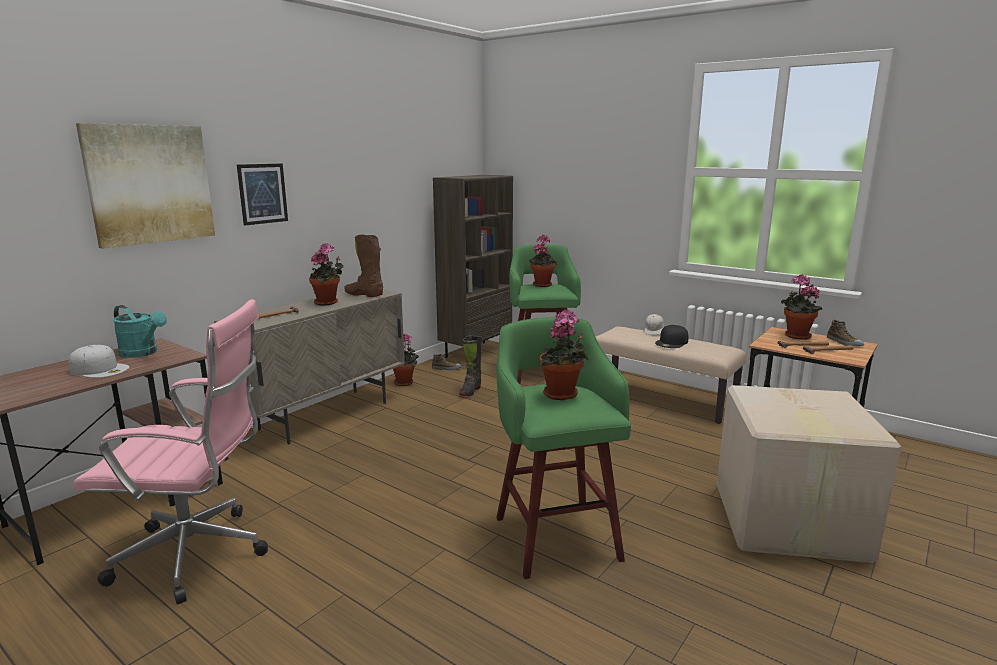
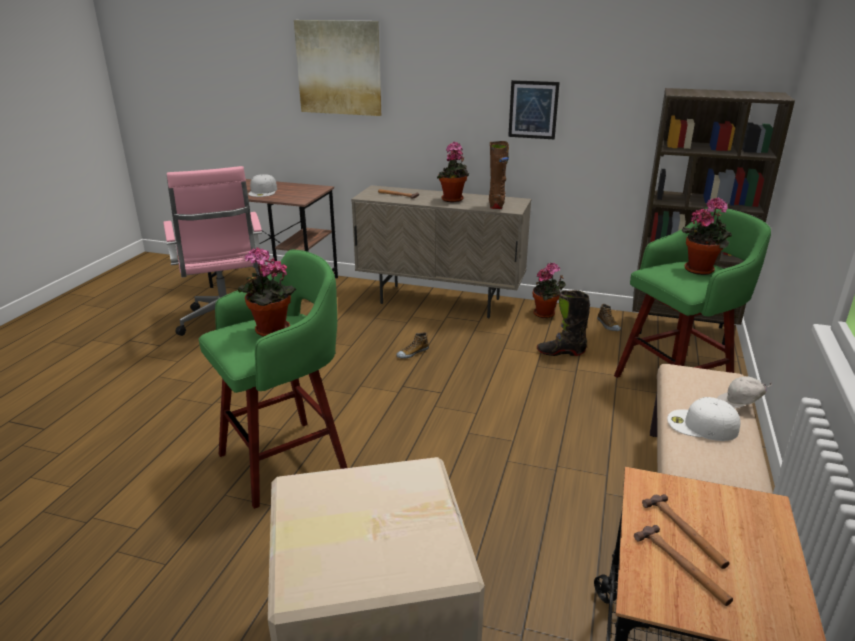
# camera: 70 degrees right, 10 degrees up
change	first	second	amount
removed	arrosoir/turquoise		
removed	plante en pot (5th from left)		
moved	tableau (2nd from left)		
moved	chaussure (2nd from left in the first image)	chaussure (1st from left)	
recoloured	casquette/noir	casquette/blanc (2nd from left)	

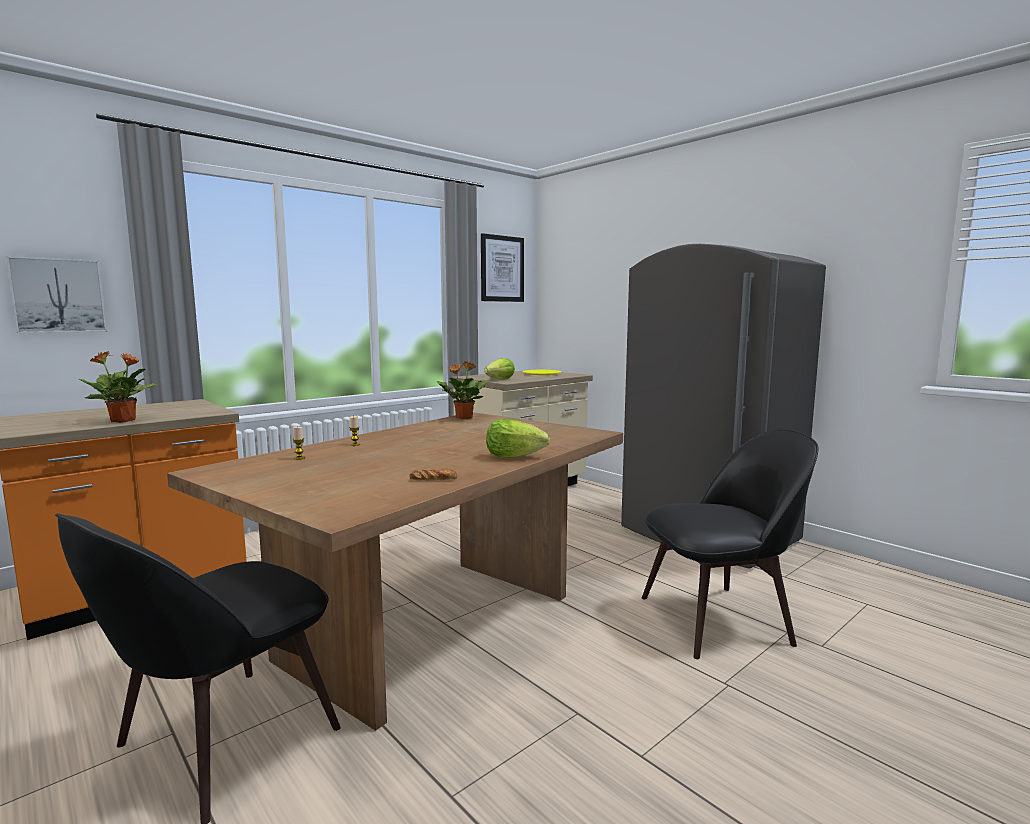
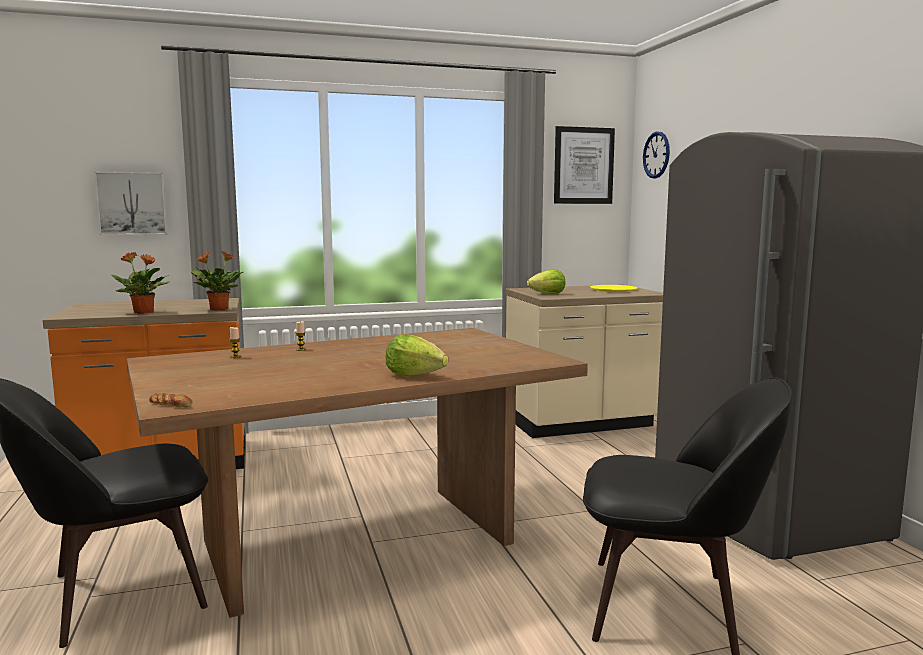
# camera: 25 degrees right, 0 degrees up
change	first	second	amount
added		horloge murale	
moved	pain		
moved	plante en pot (2nd from left)		

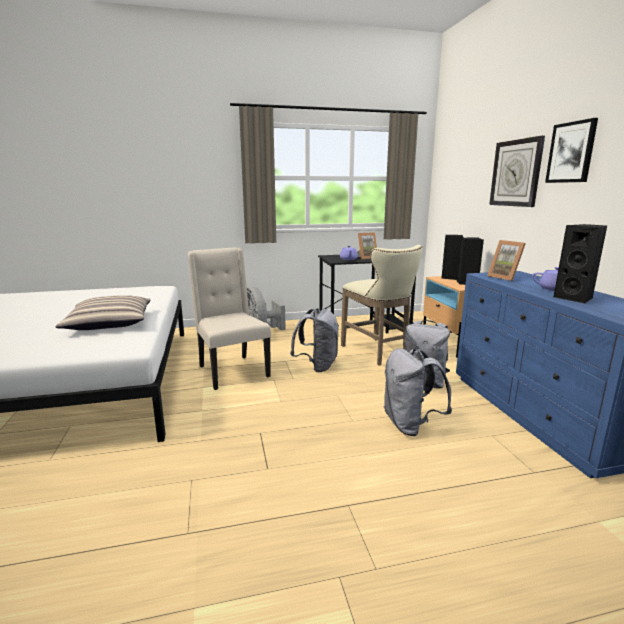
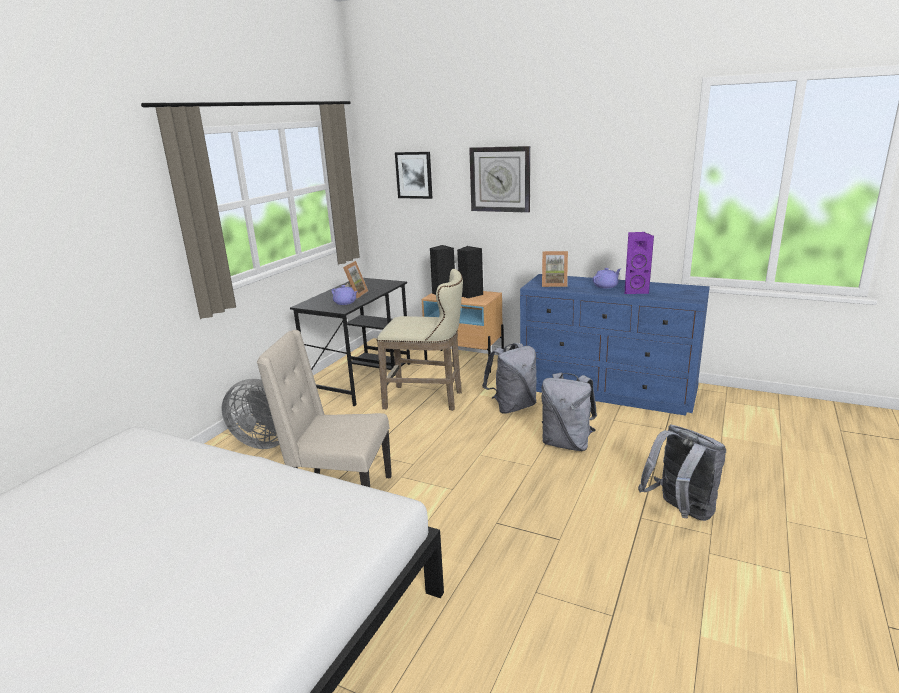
# camera: 50 degrees left, 5 degrees up
change	first	second	amount
removed	coussin		
moved	sac à dos/gris (1st from left in the first image)	sac à dos/gris (3rd from left)	
moved	tableau		
recoloured	enceinte/noir (3rd from left)	enceinte/violet	

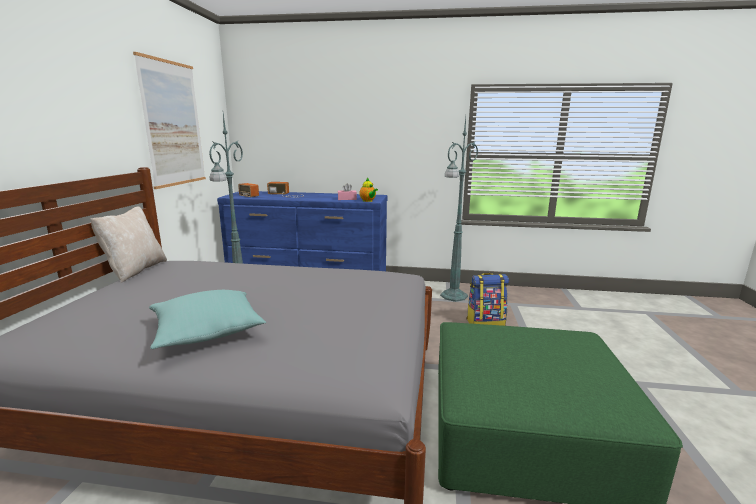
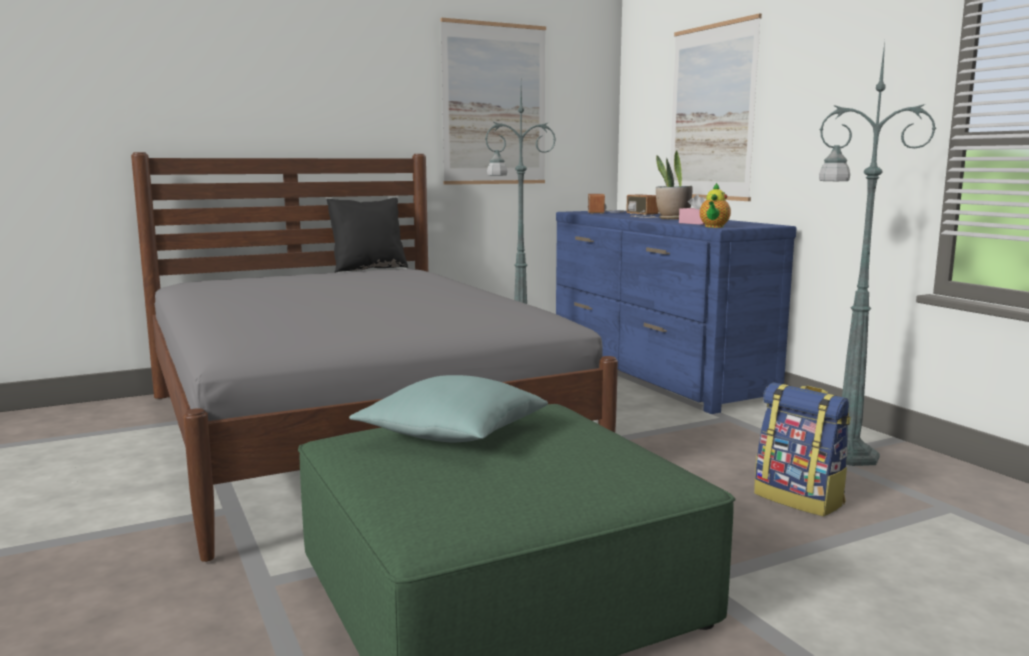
# camera: 55 degrees right, 5 degrees down
change	first	second	amount
added		plante en pot	
added		tableau (2nd from left)	
moved	coussin/turquoise		
recoloured	coussin/beige	coussin/noir	

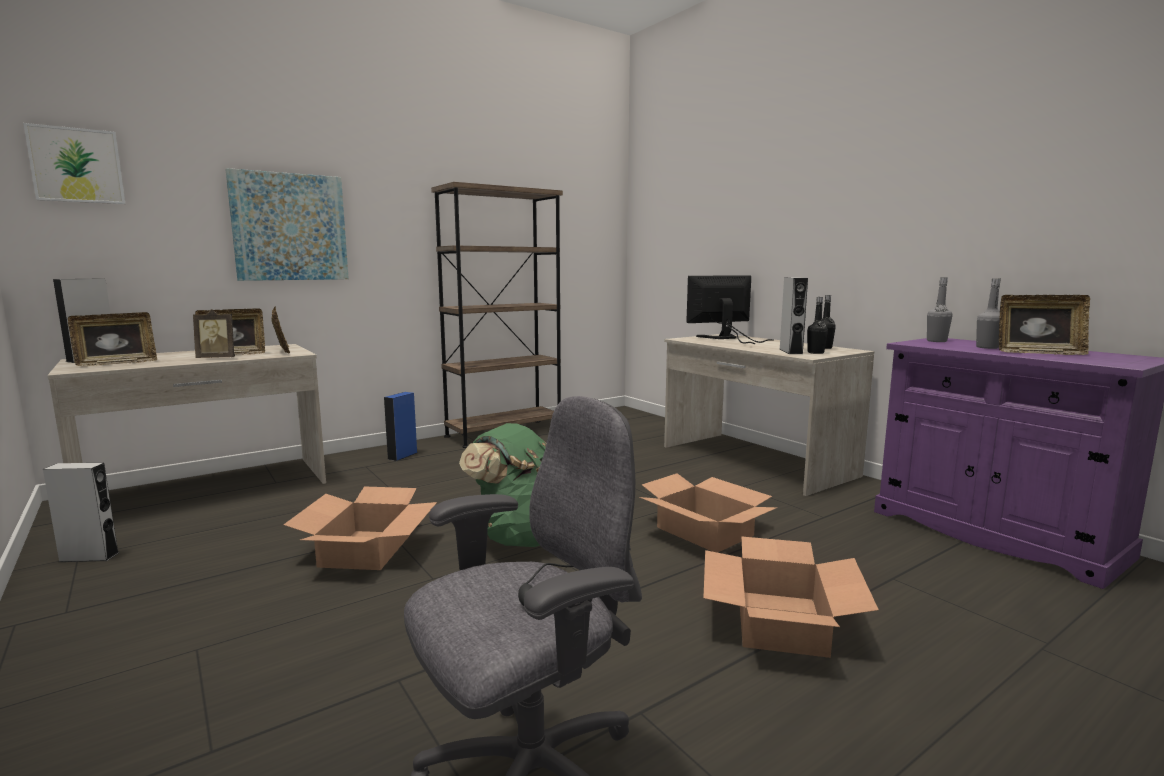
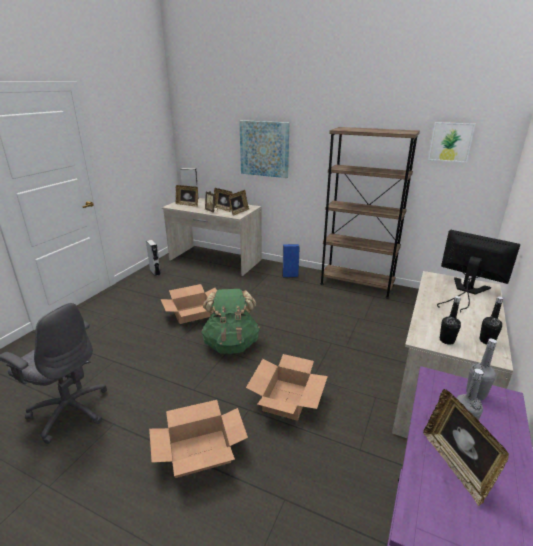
# camera: 60 degrees right, 15 degrees up
change	first	second	amount
removed	enceinte/gris (3rd from left)		
moved	tableau (1st from left in the first image)	tableau (2nd from left)	

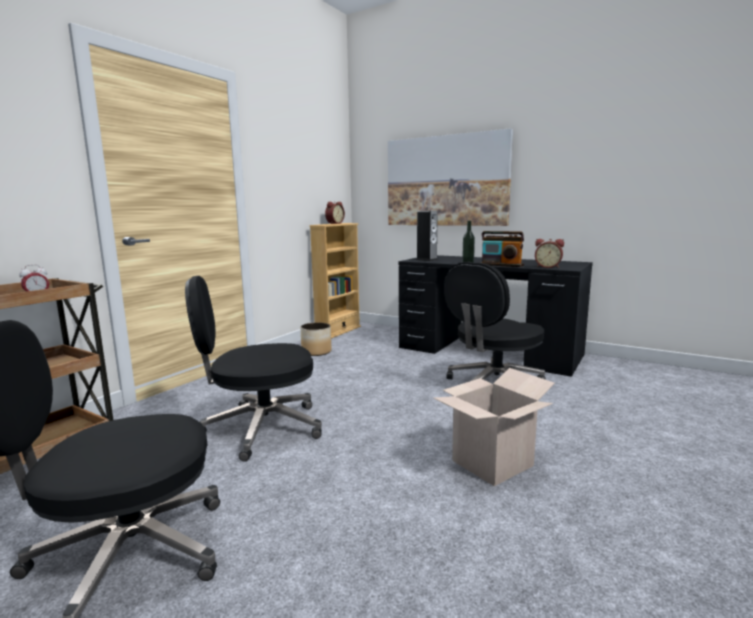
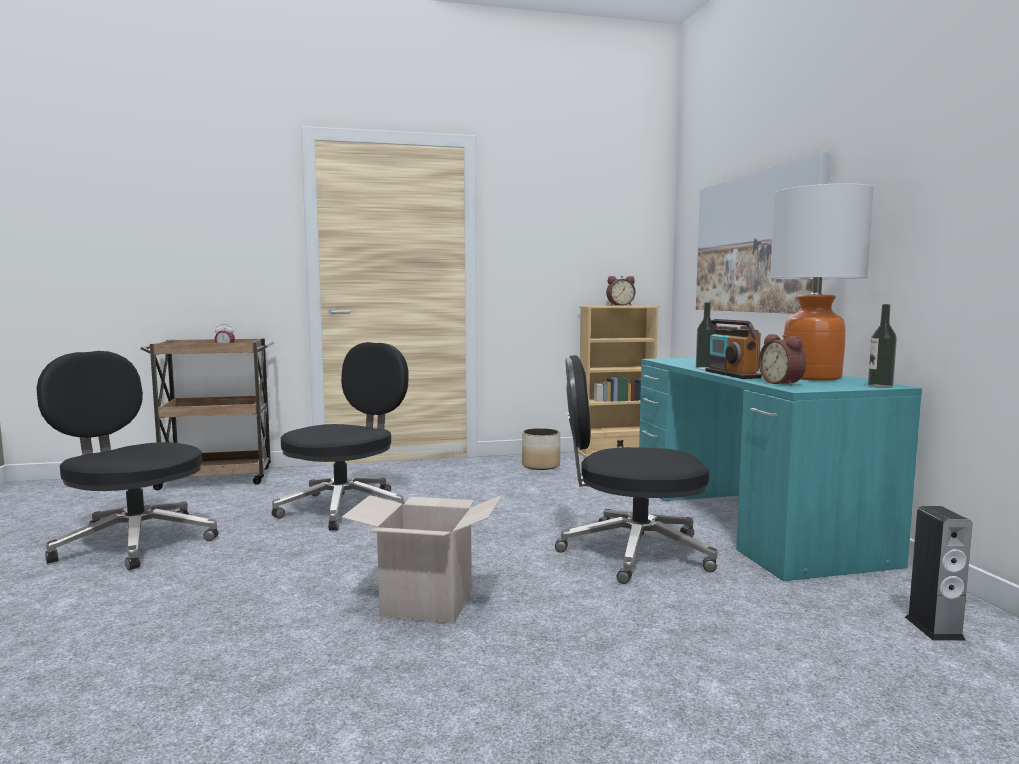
# camera: 45 degrees right, 5 degrees down
change	first	second	amount
added		lampe de table	
added		bouteille (2nd from left)	
moved	enceinte		
recoloured	bureau/noir	bureau/turquoise	
turned	chaise de bureau/noir (2nd from left)		90 degrees clockwise

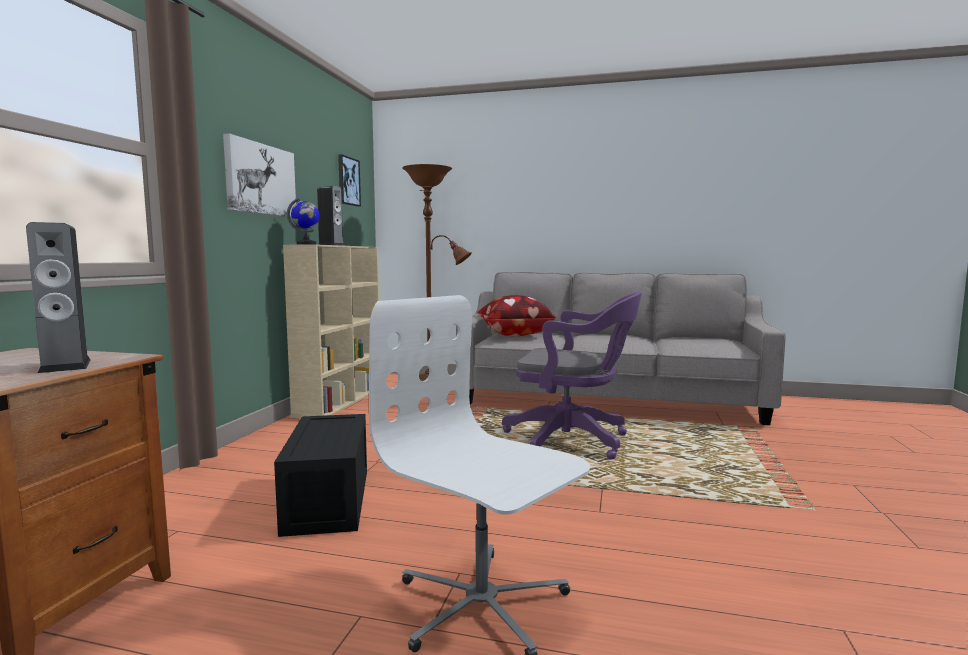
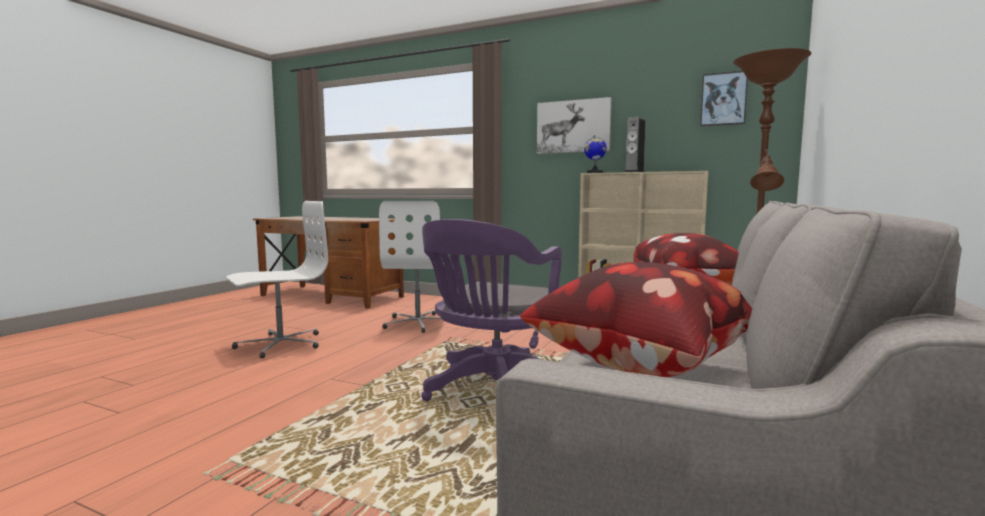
# camera: 100 degrees right, 0 degrees up
change	first	second	amount
removed	enceinte (1st from left)		
added		coussin (1st from left)	
replaced	boîte de rangement/noir	chaise de bureau/blanc (2nd from left)	

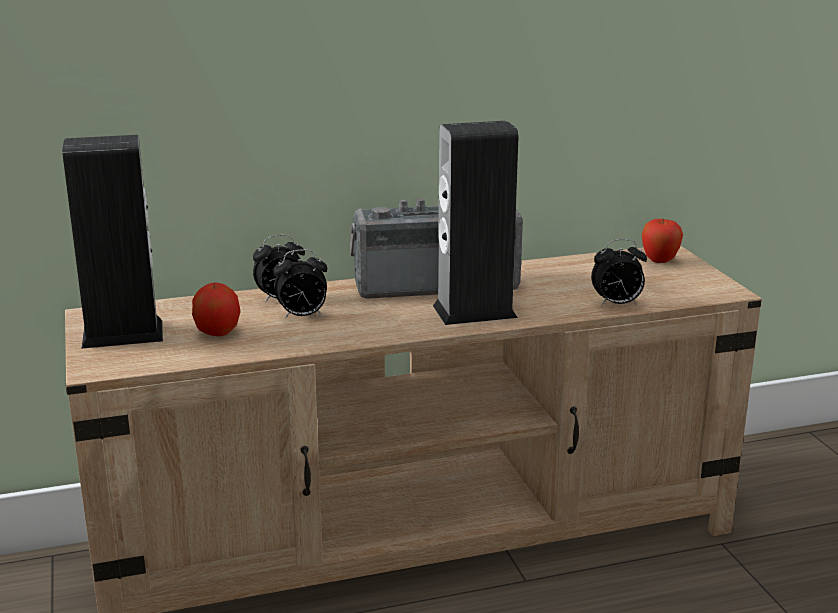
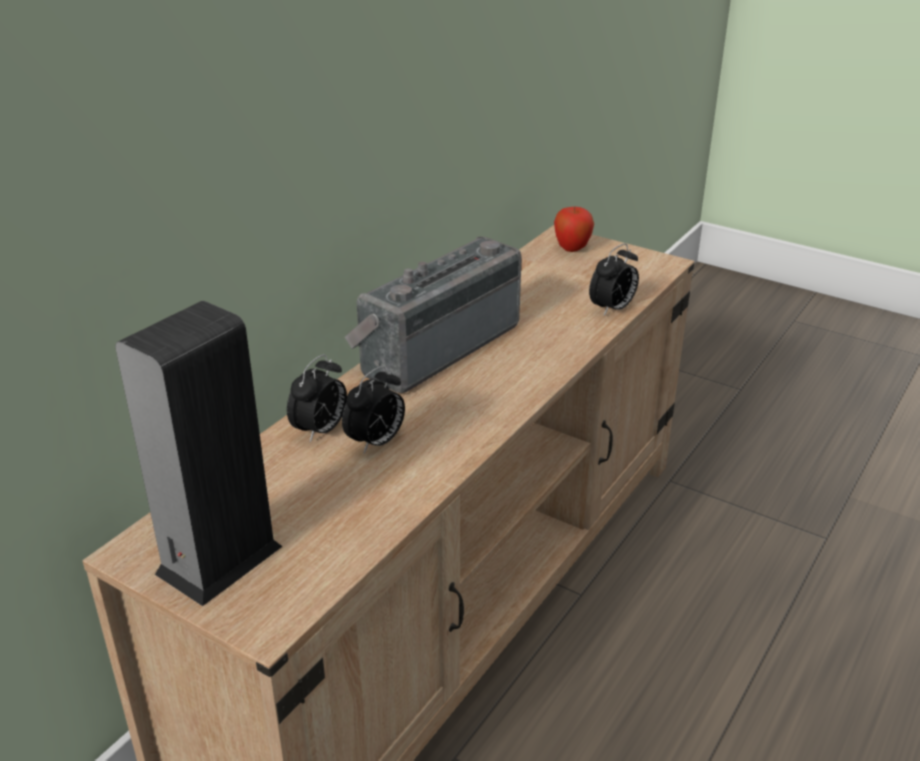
# camera: 40 degrees left, 10 degrees up
change	first	second	amount
removed	pomme (1st from left)		
removed	enceinte (2nd from left)		

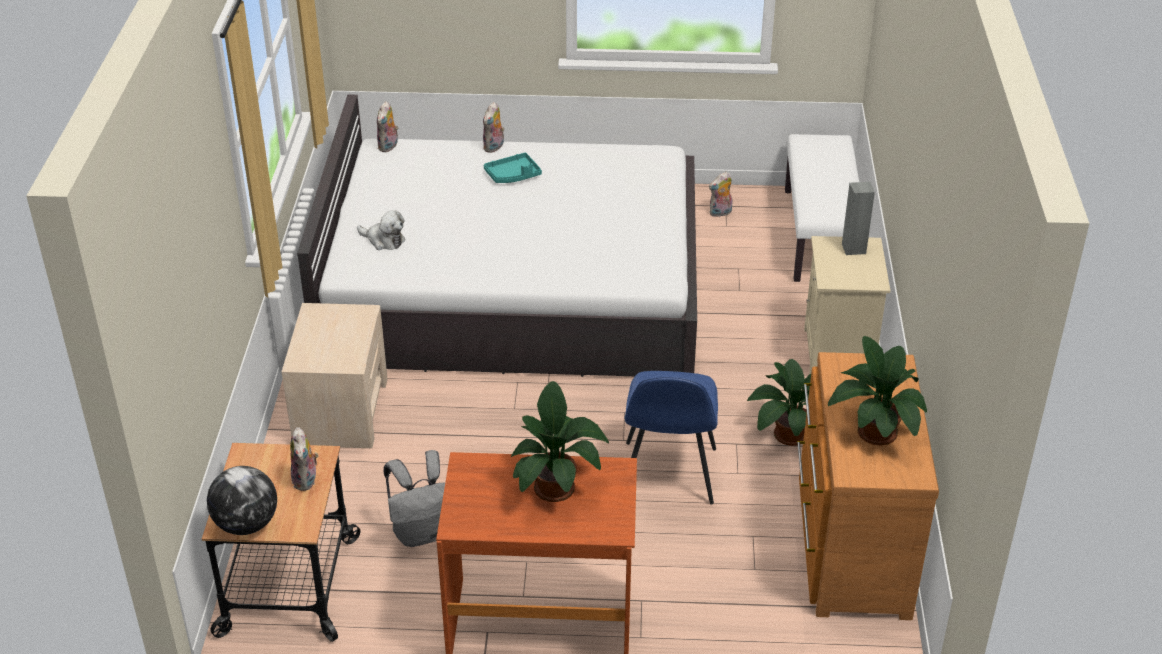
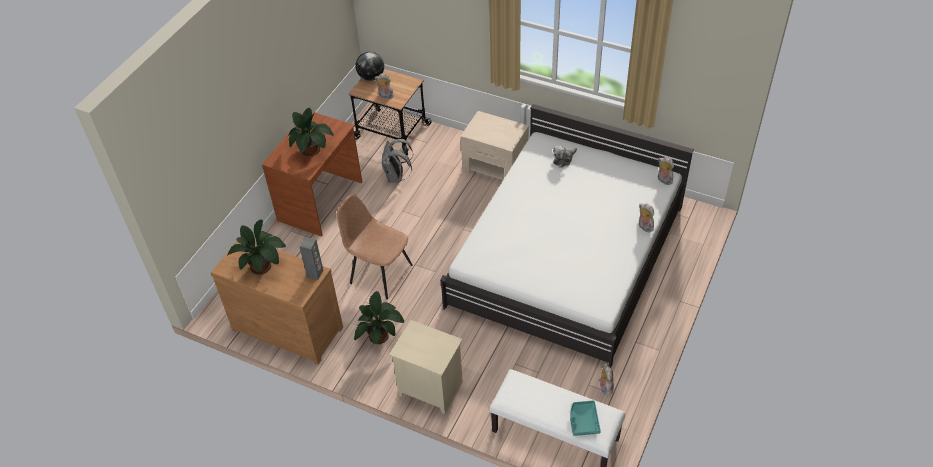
# camera: 115 degrees right, 10 degrees up
change	first	second	amount
moved	plateau/turquoise		
moved	enceinte/gris		
recoloured	chaise/bleu	chaise/marron	

